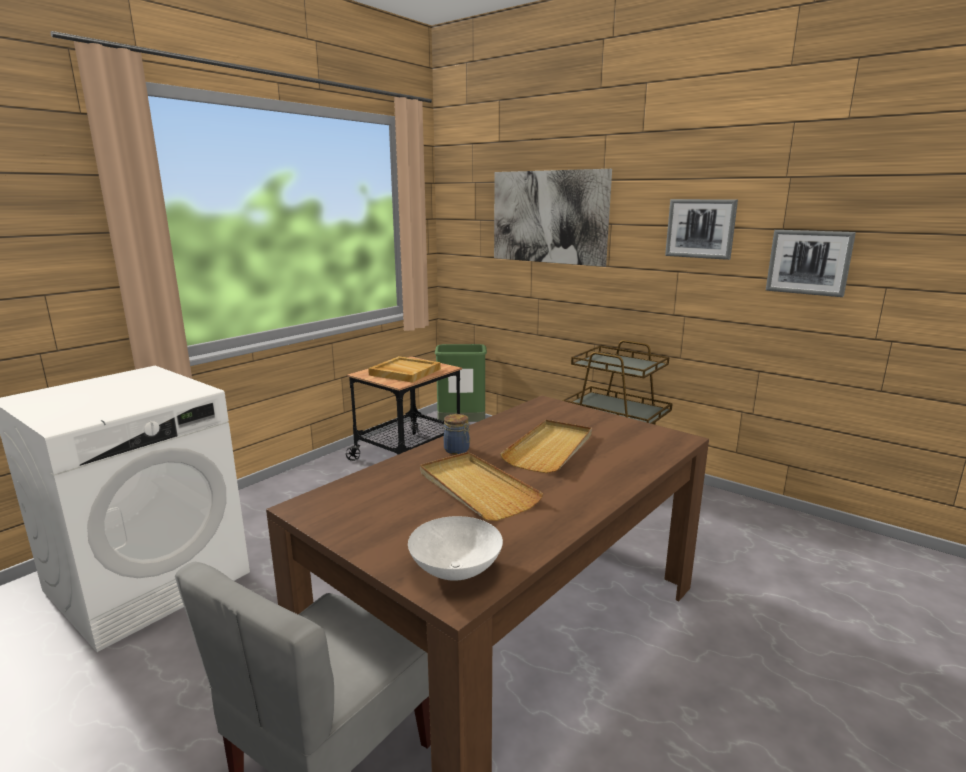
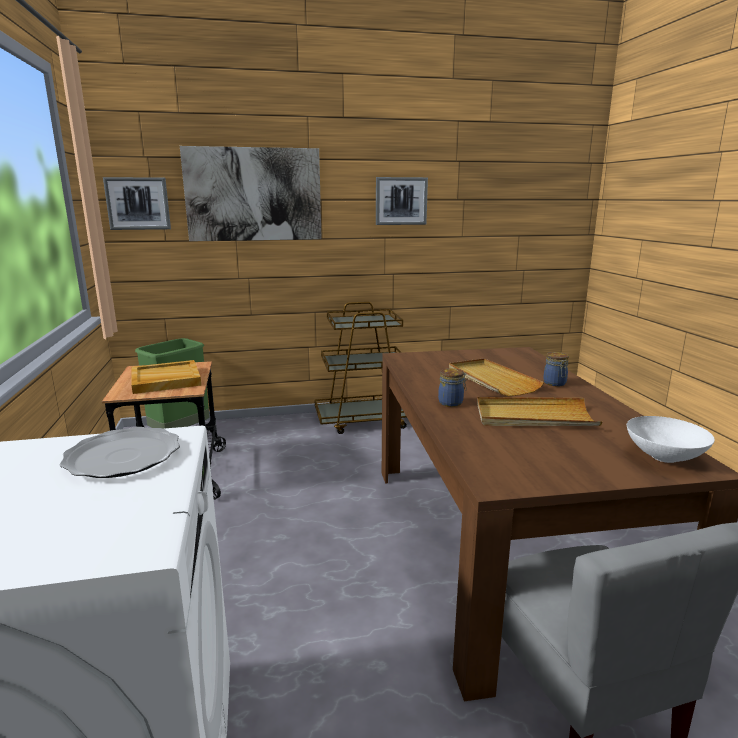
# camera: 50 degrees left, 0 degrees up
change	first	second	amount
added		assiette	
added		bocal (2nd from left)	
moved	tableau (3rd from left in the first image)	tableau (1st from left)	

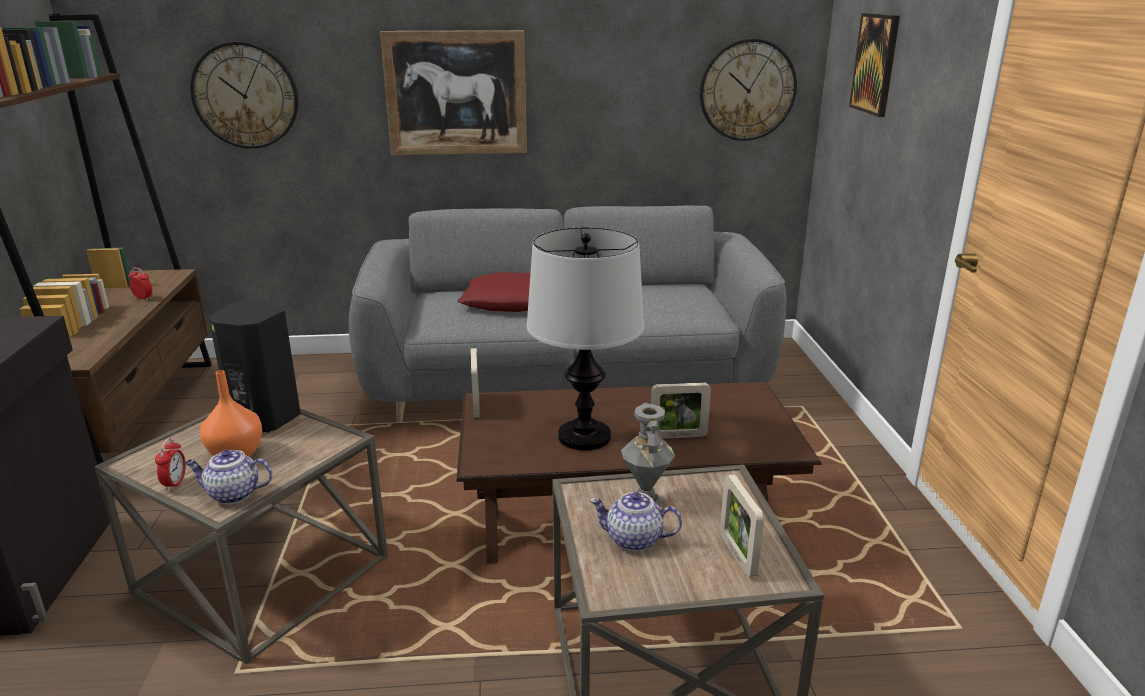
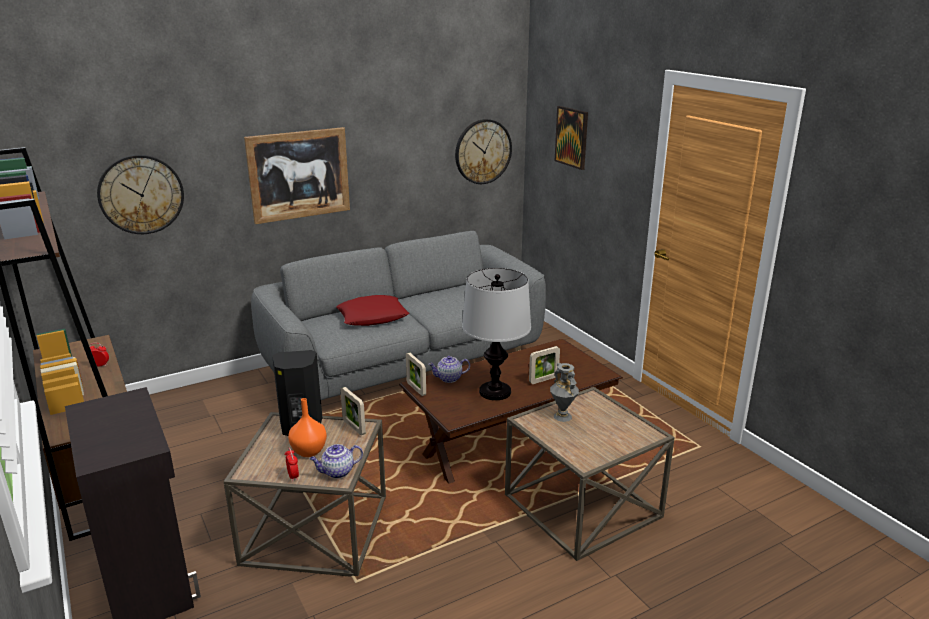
# camera: 25 degrees left, 0 degrees up
change	first	second	amount
moved	théière (2nd from left)		
moved	cadre photo (3rd from left in the first image)	cadre photo (1st from left)	

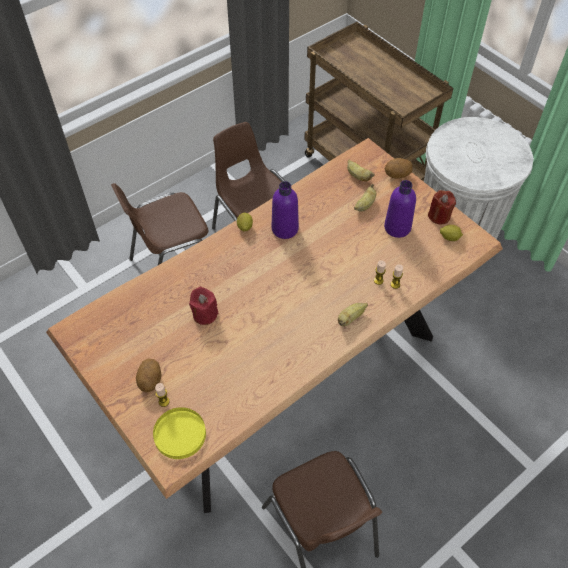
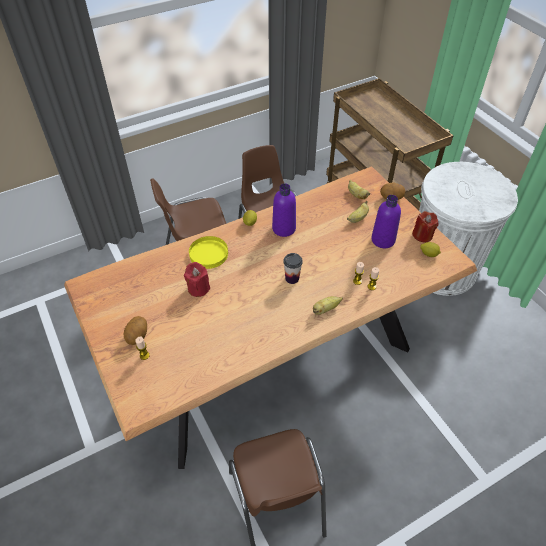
# camera: 10 degrees right, 5 degrees down
change	first	second	amount
added		tasse	
moved	assiette/jaune		

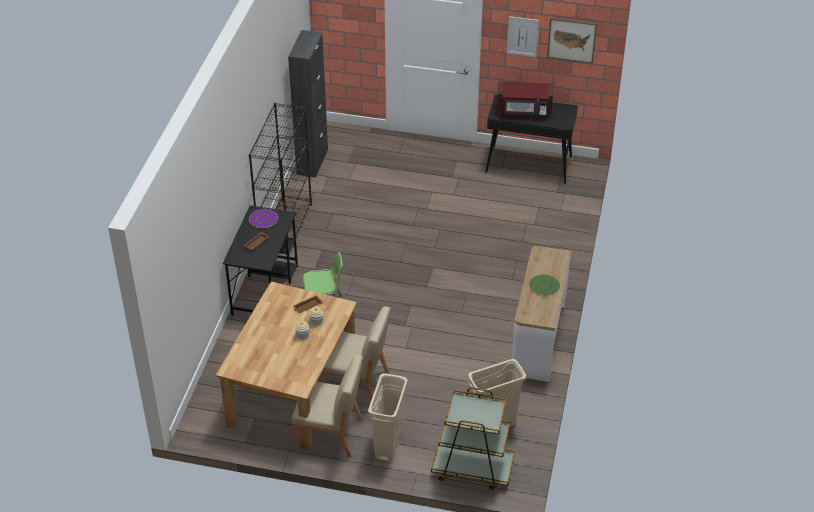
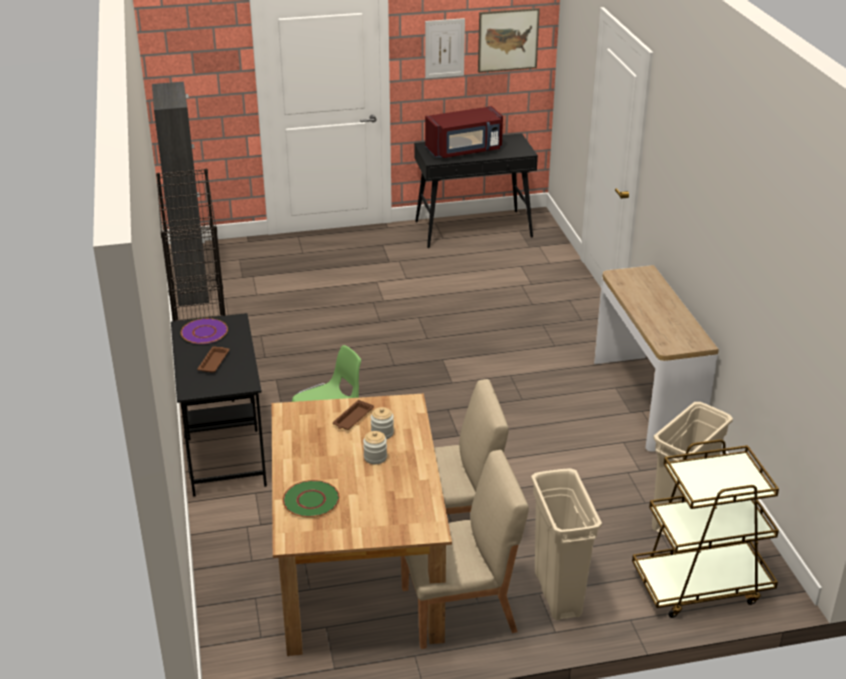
# camera: 25 degrees left, 10 degrees down
change	first	second	amount
moved	assiette/vert		

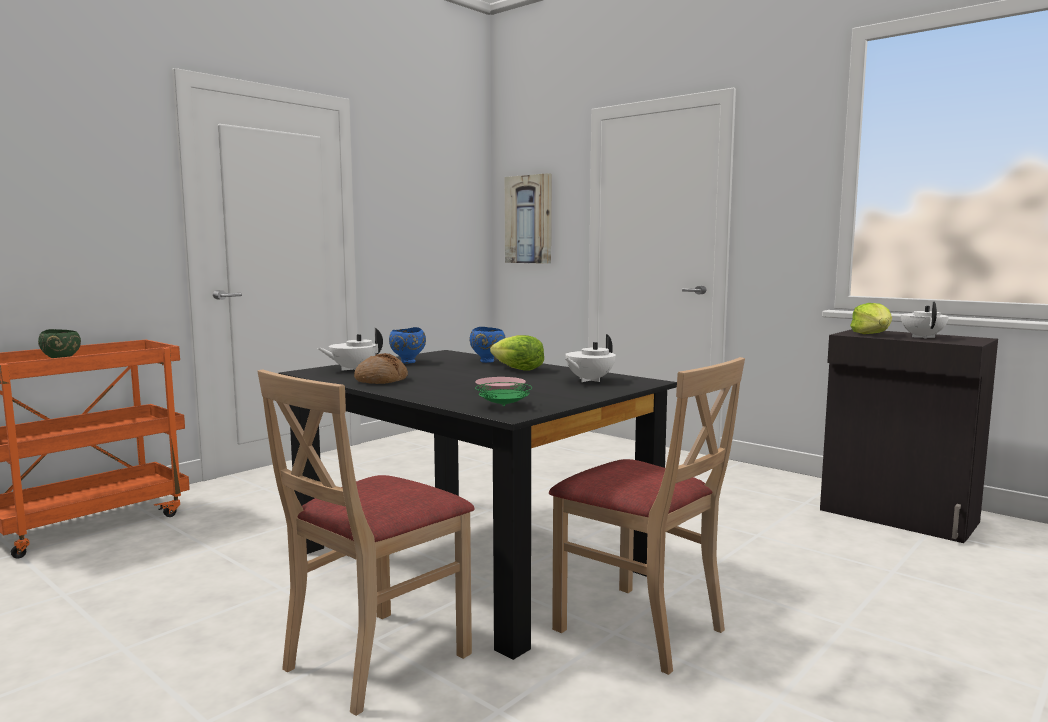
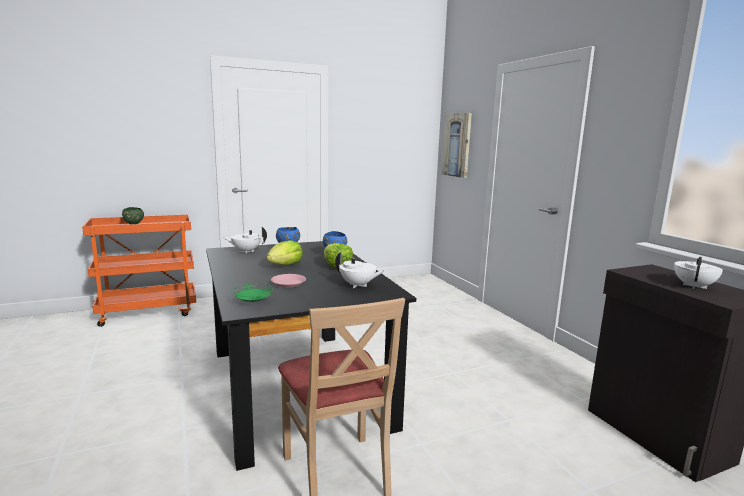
# camera: 25 degrees right, 5 degrees up
change	first	second	amount
removed	chaise/beige (1st from left)		
removed	pain		
moved	laitue (2nd from left in the first image)	laitue (1st from left)	
turned	théière/blanc (2nd from left)		135 degrees counterclockwise

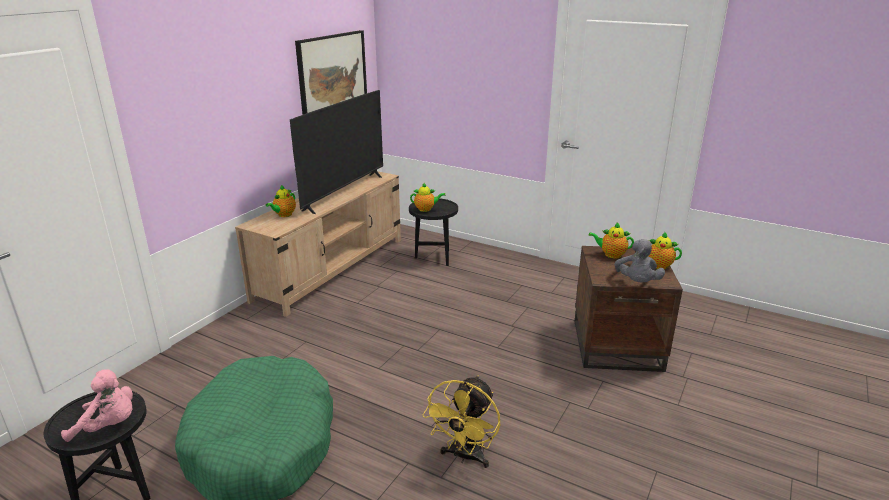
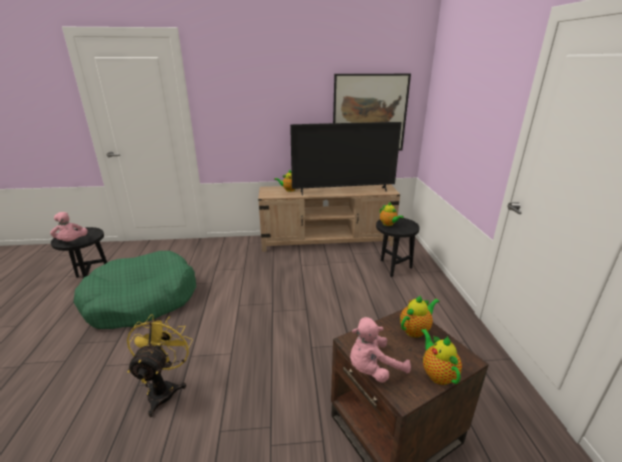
# camera: 55 degrees right, 0 degrees up
change	first	second	amount
recoloured	peluche/gris	peluche/rose (2nd from left)	
turned	ventilateur/jaune		105 degrees clockwise
turned	théière (3rd from left)		75 degrees clockwise

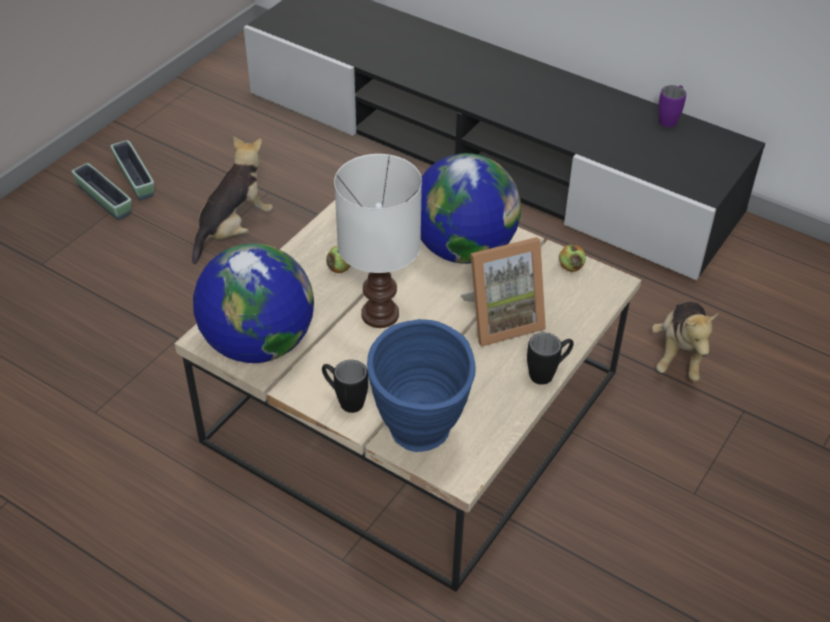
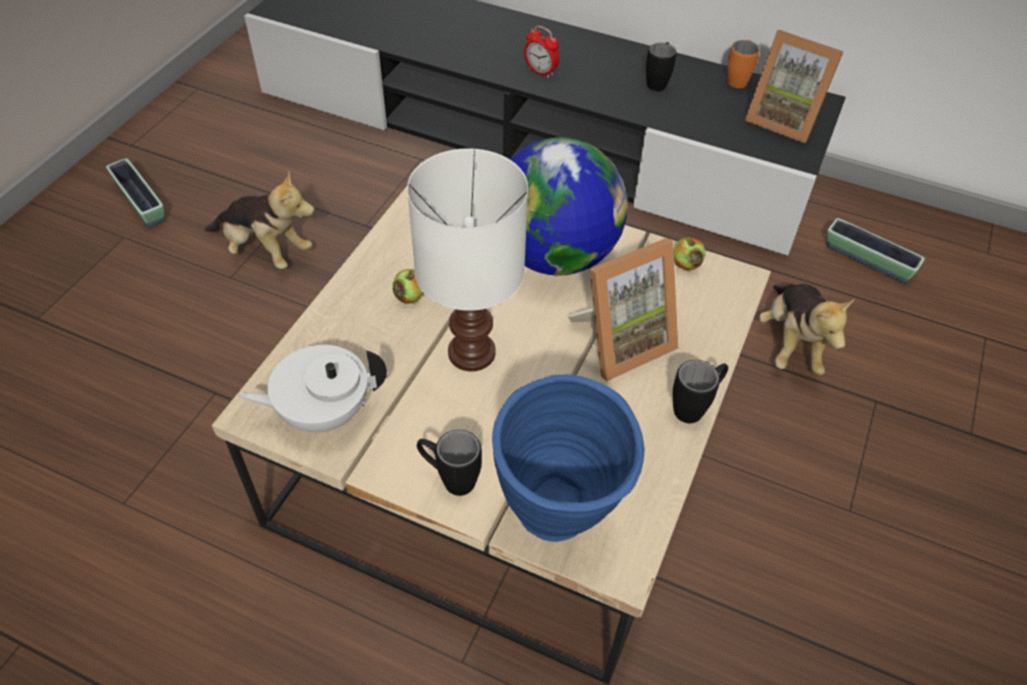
# camera: 10 degrees left, 5 degrees up
change	first	second	amount
added		réveil	
added		mug/noir (2nd from left)	
added		cadre photo (2nd from left)	
moved	cache-pot (1st from left in the first image)	cache-pot (2nd from left)	
replaced	globe (1st from left)	théière/blanc	
recoloured	mug/violet	mug/orange	
turned	peluche (1st from left)		90 degrees clockwise

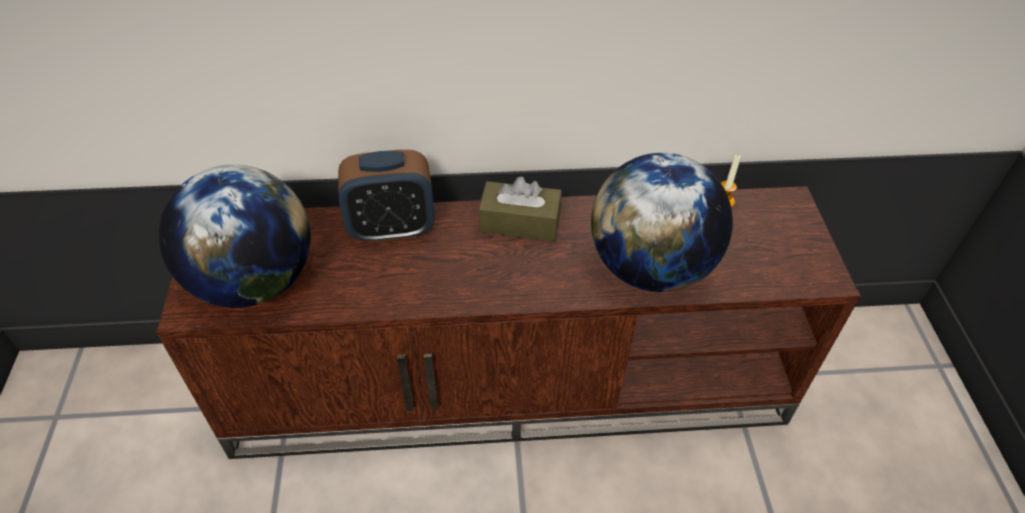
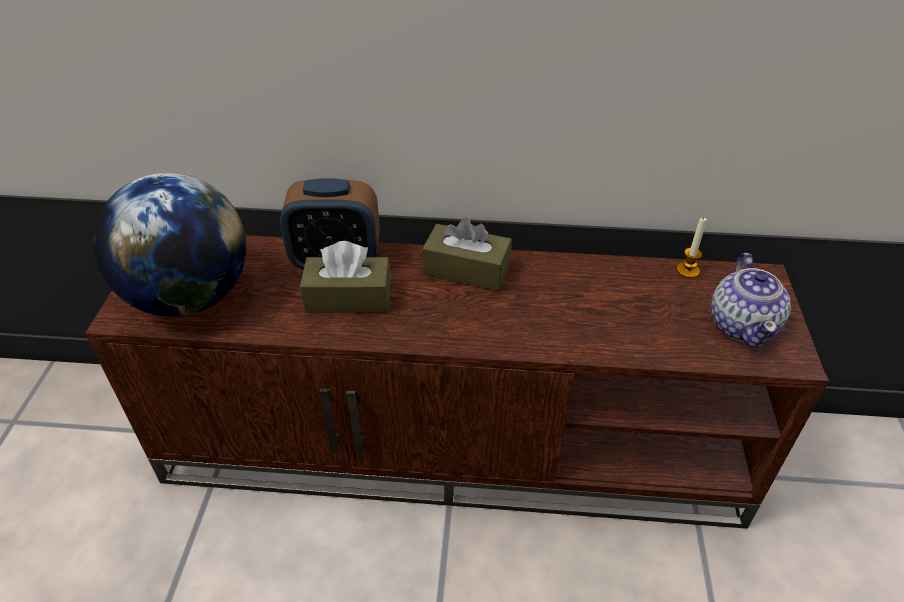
# camera: 10 degrees right, 5 degrees down
change	first	second	amount
removed	globe (2nd from left)		
added		boîte à mouchoirs/marron (1st from left)	
added		théière	

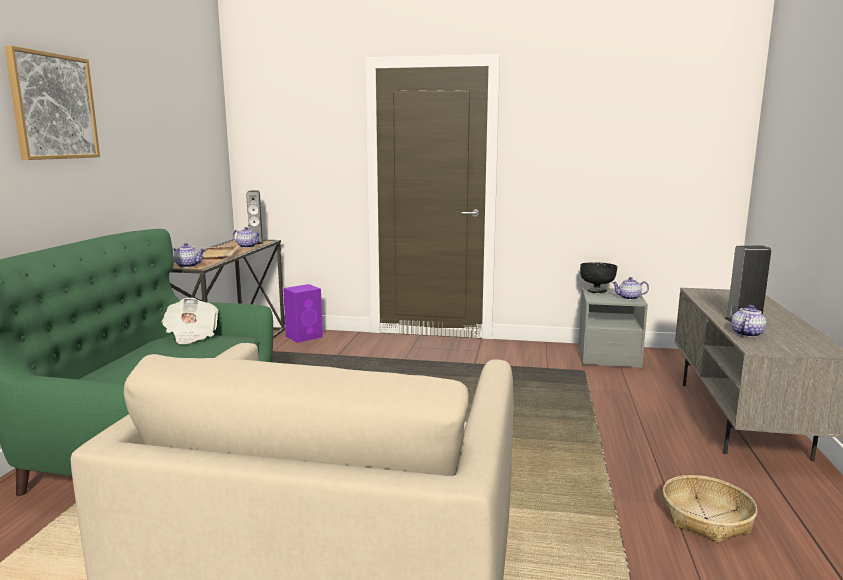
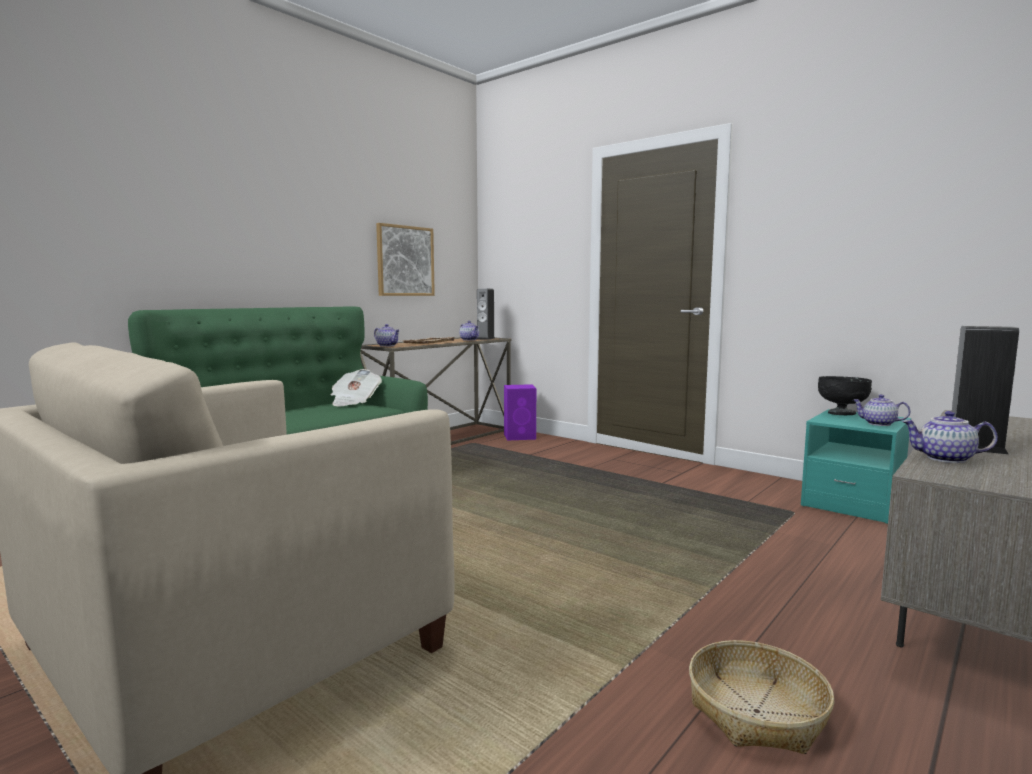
# camera: 30 degrees right, 5 degrees down
change	first	second	amount
moved	tableau		
recoloured	table de chevet/gris	table de chevet/turquoise	
turned	théière (4th from left)		135 degrees counterclockwise

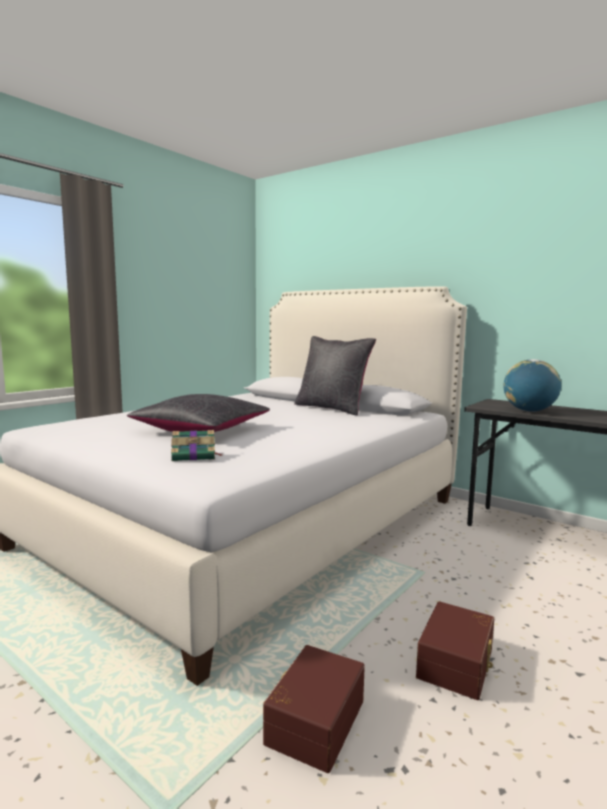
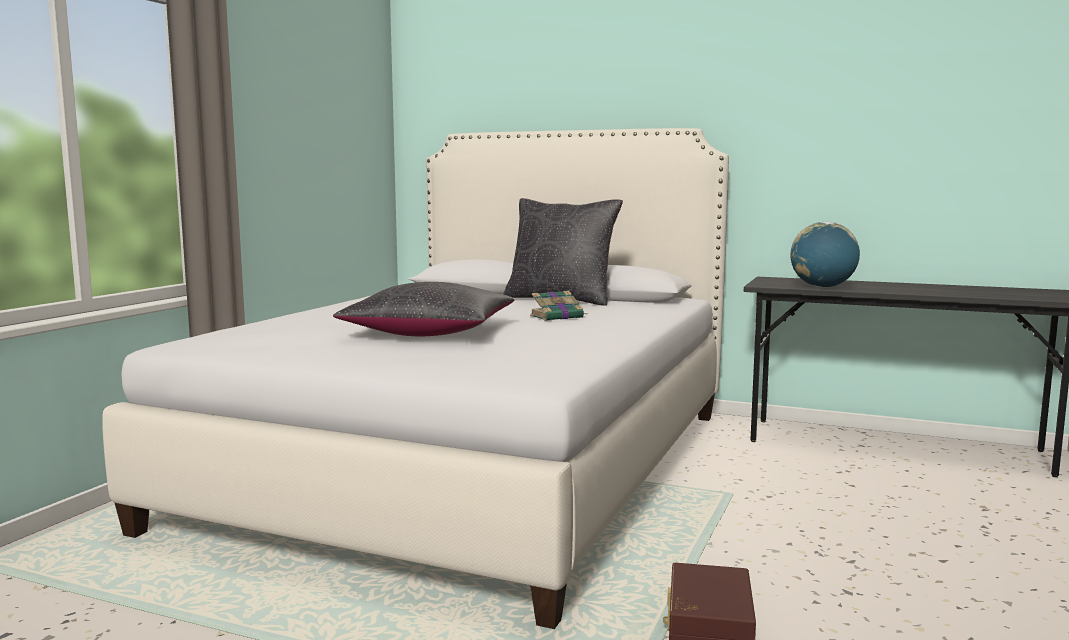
# camera: 15 degrees left, 0 degrees up
change	first	second	amount
removed	boîte de rangement/marron (2nd from left)		
moved	livre		

